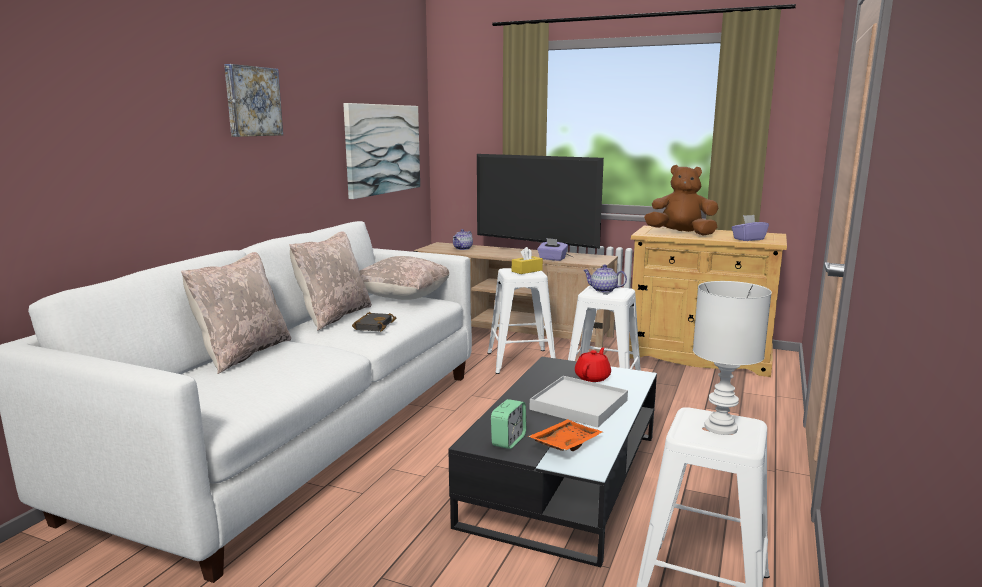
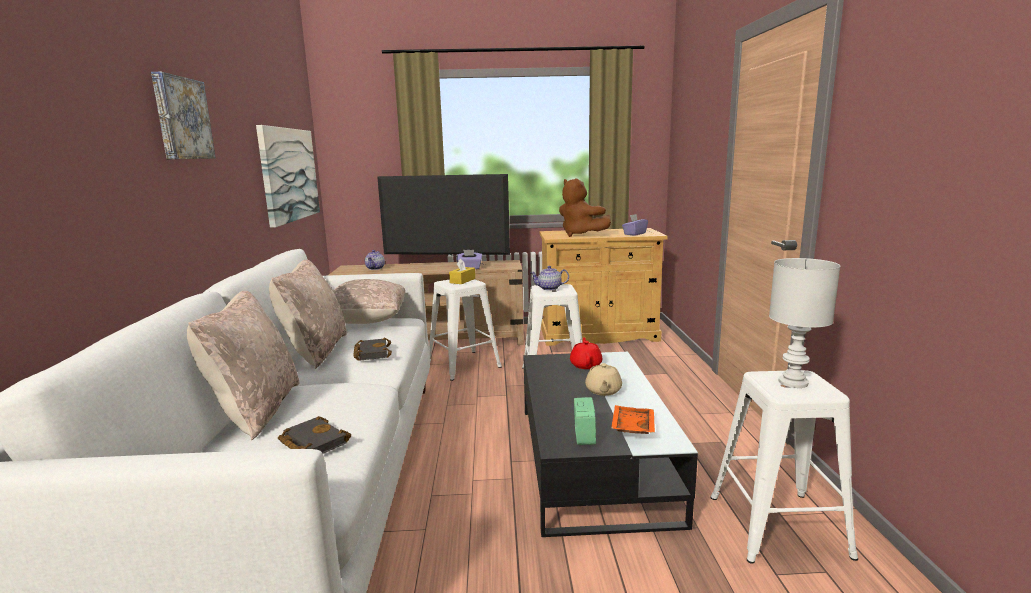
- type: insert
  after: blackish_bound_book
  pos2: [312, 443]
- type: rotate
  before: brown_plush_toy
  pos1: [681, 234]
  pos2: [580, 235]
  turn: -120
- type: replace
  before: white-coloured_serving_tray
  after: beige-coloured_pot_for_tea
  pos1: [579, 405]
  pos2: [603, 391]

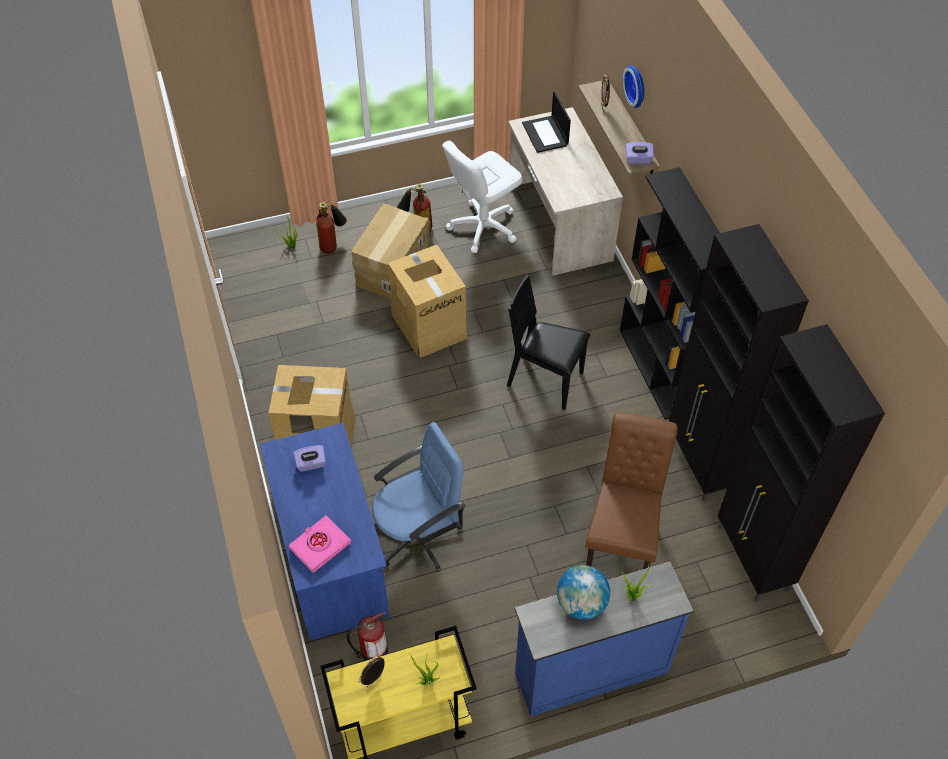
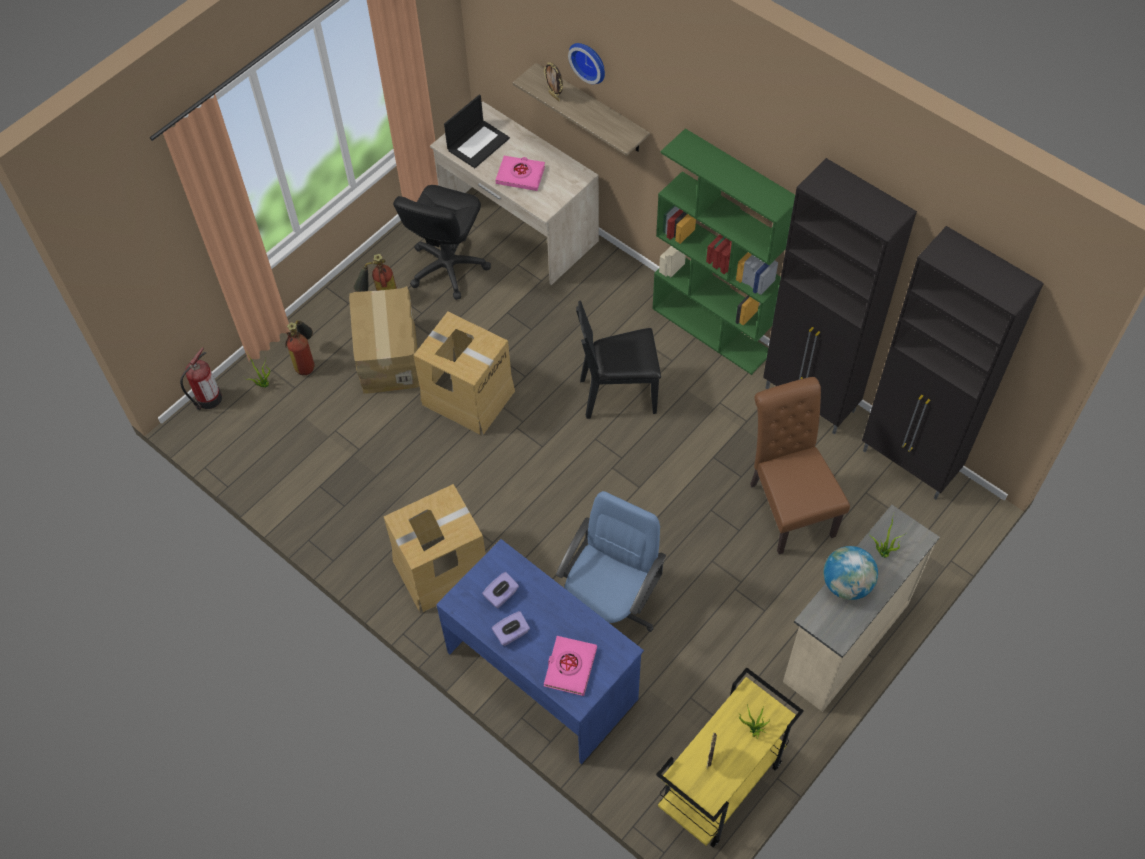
- type: move
  before: fire_extinguisher
  pos1: [372, 651]
  pos2: [208, 399]
- type: recolor
  before: white-coloured_desk_chair
  after: blackish_desk_chair
  pos1: [483, 227]
  pos2: [447, 267]
- type: rotate
  before: notebook_computer
  pos1: [545, 134]
  pos2: [478, 143]
  turn: -90
- type: move
  before: purple_tissue_box
  pos1: [638, 159]
  pos2: [511, 634]
- type: insert
  after: pink_bound_book
  pos2: [520, 175]
- type: recolor
  before: blackish_bookshelf
  after: green_bookshelf
  pos1: [657, 370]
  pos2: [712, 330]
- type: recolor
  before: bluish_dresser
  after: beige-coloured_dresser
  pos1: [589, 671]
  pos2: [843, 642]

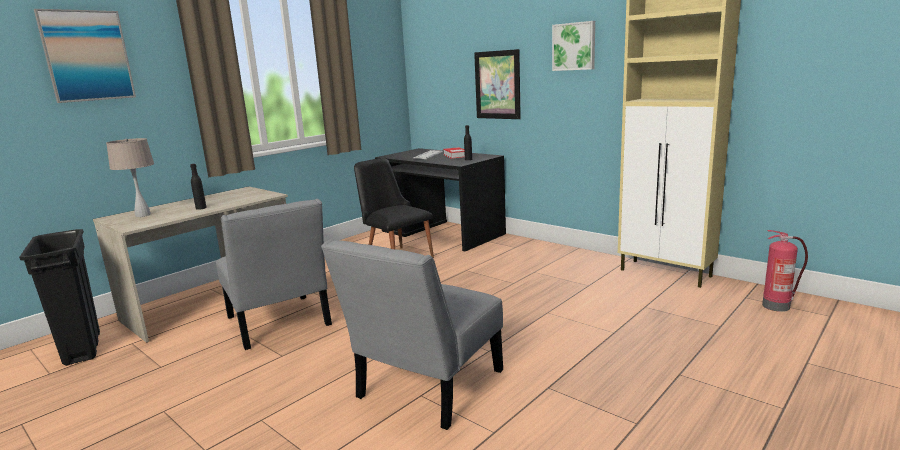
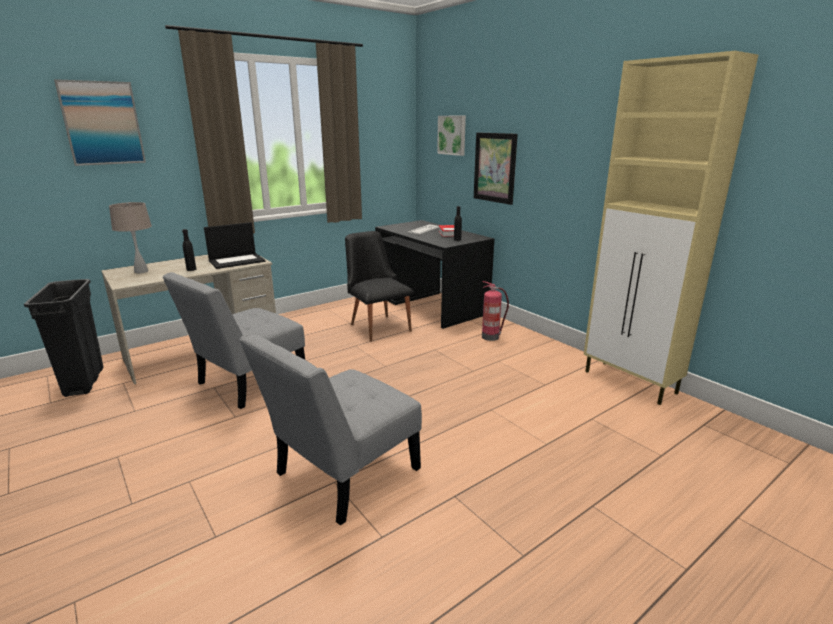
- type: rotate
  before: grey_chair
  pos1: [279, 324]
  pos2: [247, 383]
  turn: 60
- type: insert
  after: notebook_computer
  pos2: [237, 261]
- type: move
  before: wall_picture
  pos1: [574, 46]
  pos2: [452, 135]
- type: move
  before: fire_extinguisher
  pos1: [777, 306]
  pos2: [491, 337]

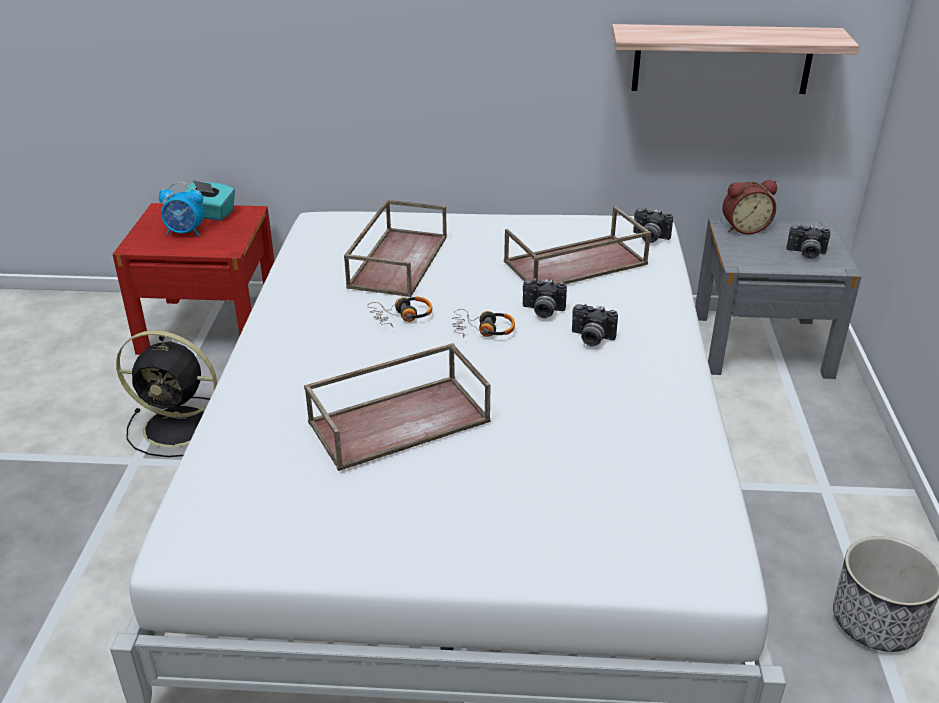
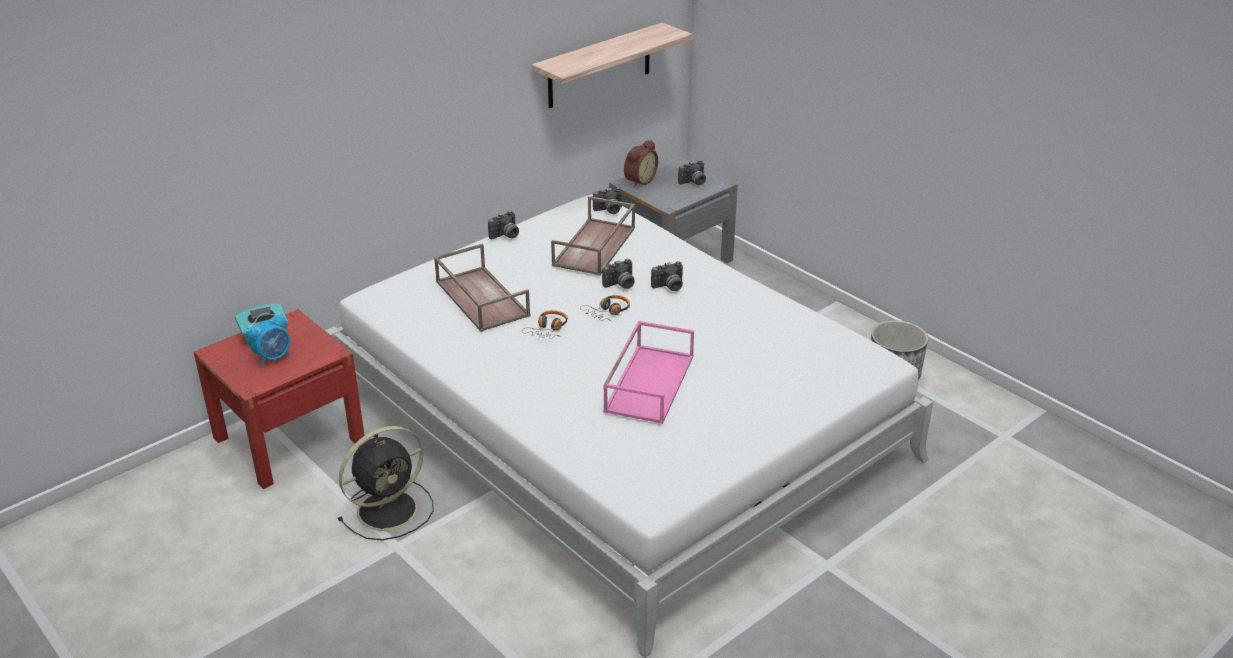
- type: insert
  after: still_camera
  pos2: [506, 236]
- type: recolor
  before: brown_serving_tray
  after: pink_serving_tray
  pos1: [400, 420]
  pos2: [648, 382]

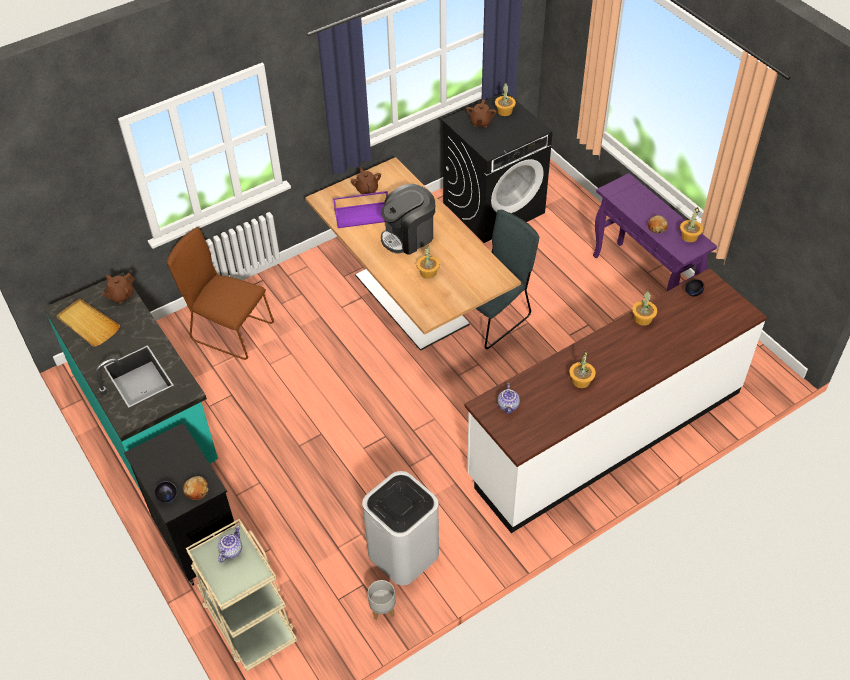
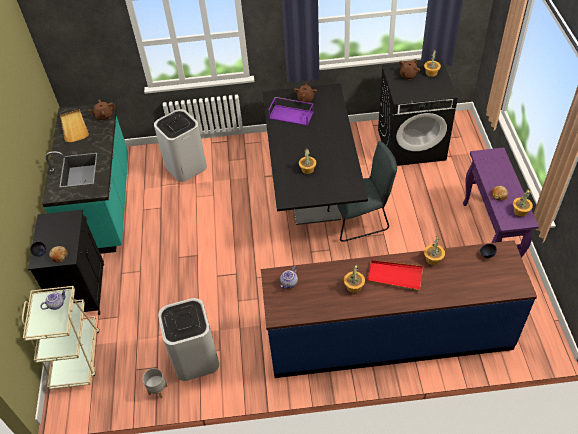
- type: replace
  before: brown_chair
  after: white-coloured_rubbish_bin
  pos1: [229, 331]
  pos2: [186, 166]
- type: recolor
  before: white-coloured_kitchen_base_unit
  after: bluish_kitchen_base_unit
  pos1: [605, 433]
  pos2: [388, 336]
- type: recolor
  before: beige-coloured_dinner_table
  after: blackish_dinner_table
  pos1: [411, 300]
  pos2: [312, 188]
- type: insert
  after: red-coloured_serving_tray
  pos2: [394, 276]
- type: delete
  before: coffee_machine
  pos1: [408, 236]

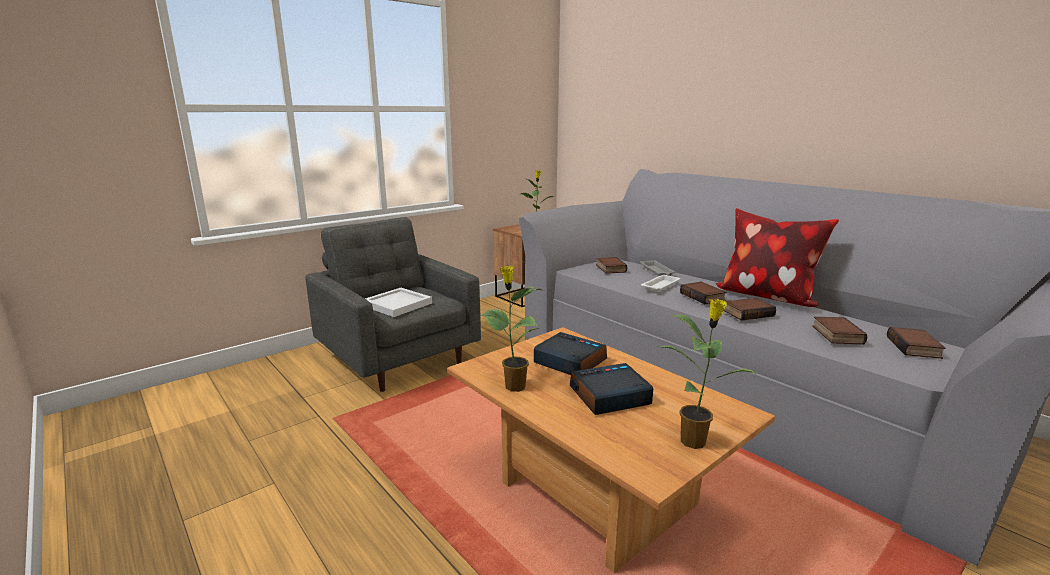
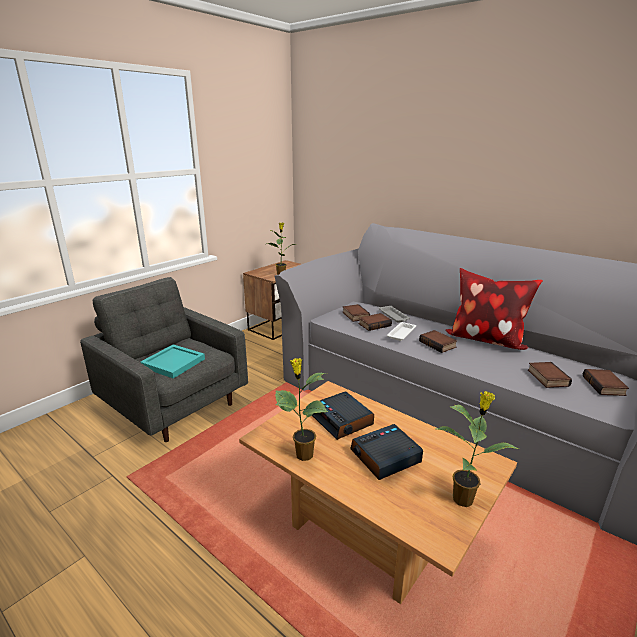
- type: recolor
  before: white-coloured_serving_tray
  after: turquoise_serving_tray
  pos1: [397, 305]
  pos2: [173, 363]
- type: rotate
  before: alarm_clock
  pos1: [569, 361]
  pos2: [343, 420]
  turn: -150
- type: move
  before: bound_book
  pos1: [748, 313]
  pos2: [374, 324]

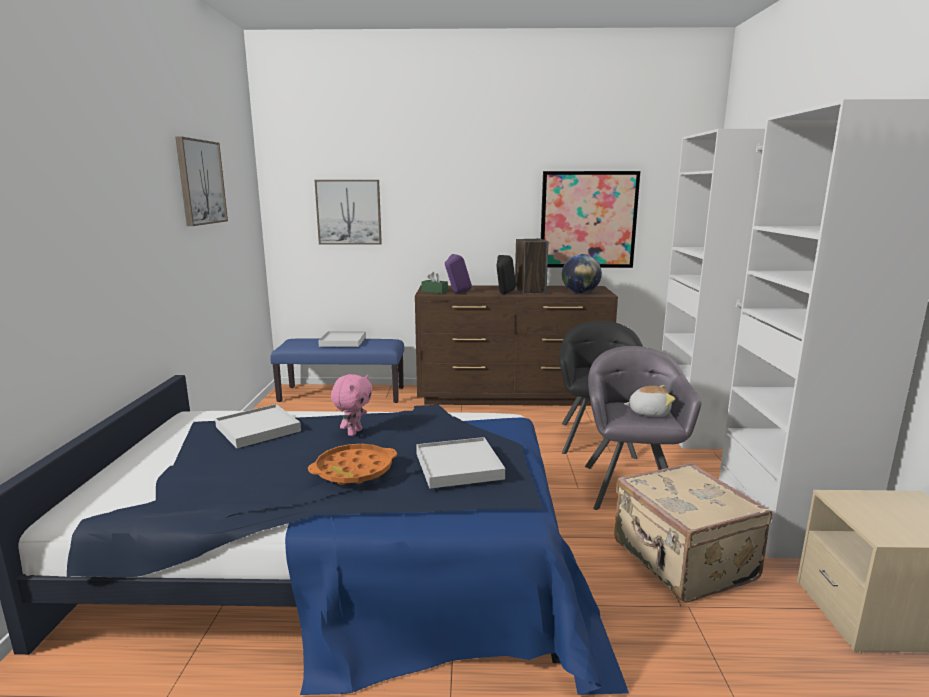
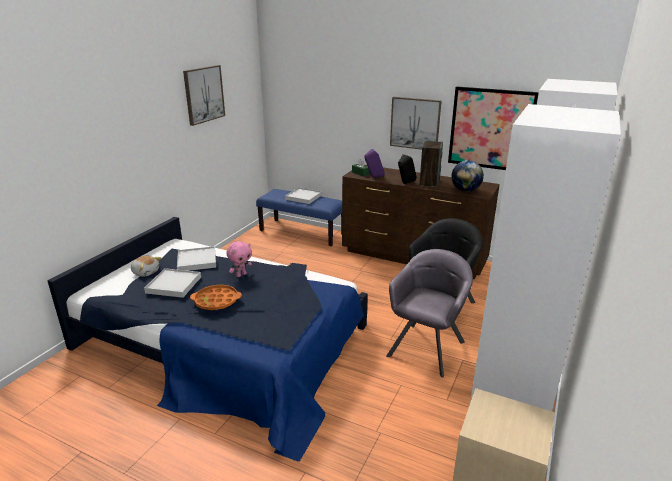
- type: move
  before: plush_toy
  pos1: [648, 412]
  pos2: [146, 272]
- type: move
  before: white-coloured_serving_tray
  pos1: [458, 466]
  pos2: [173, 285]
- type: move
  before: wall_picture
  pos1: [349, 212]
  pos2: [415, 123]
- type: delete
  before: beige-coloured_suitcase
  pos1: [682, 561]

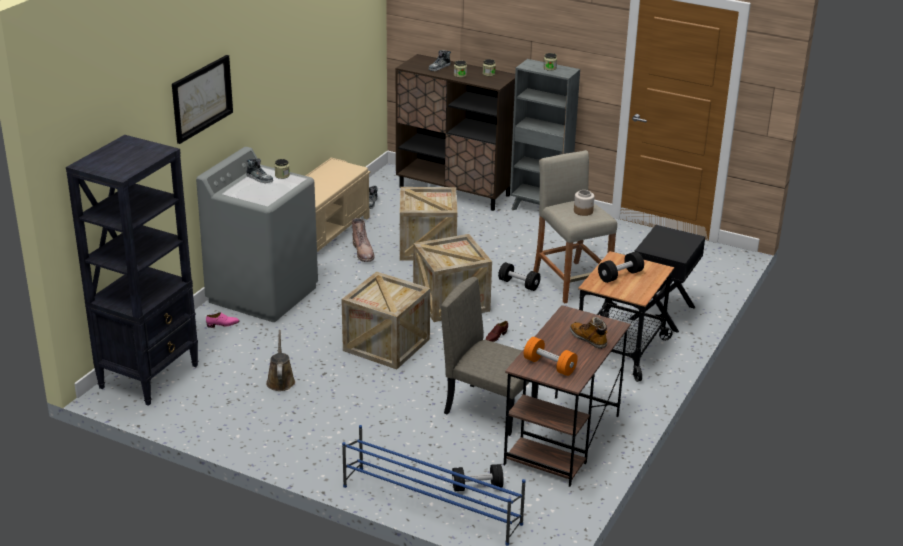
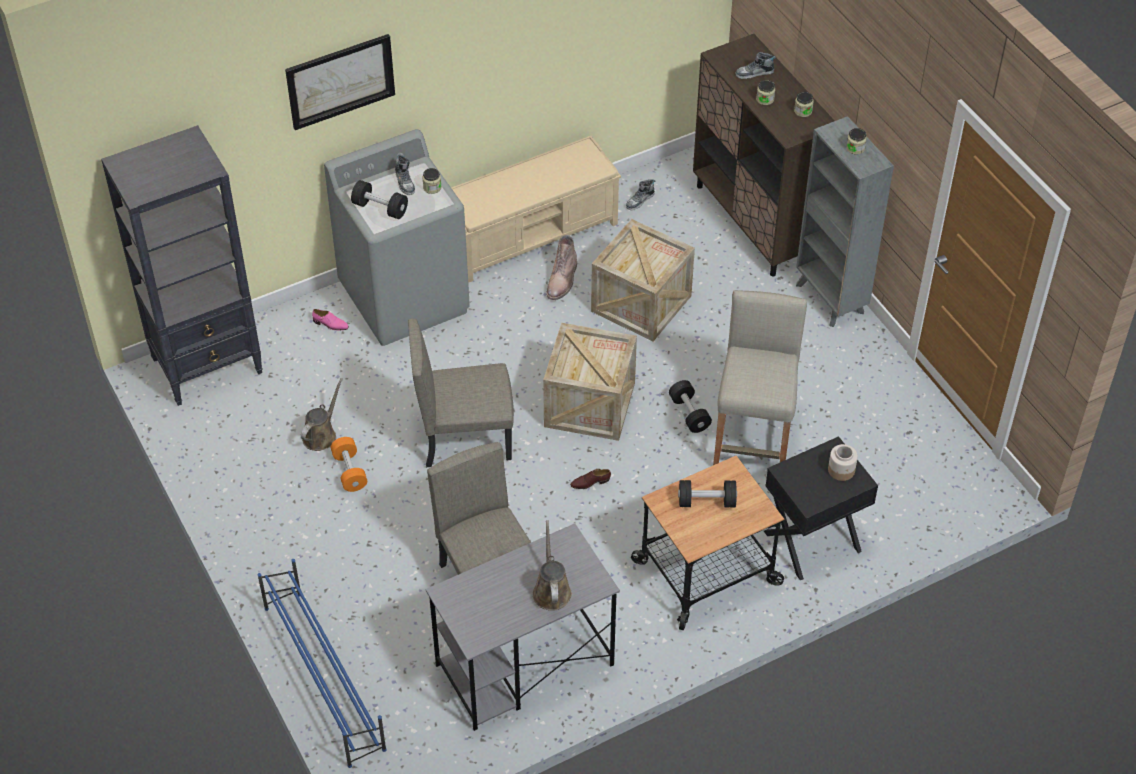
- type: move
  before: orange-coloured_dumbbell
  pos1: [549, 366]
  pos2: [349, 471]
- type: move
  before: blackish_dumbbell
  pos1: [477, 486]
  pos2: [380, 208]
- type: replace
  before: packing_crate
  after: beige-coloured_chair
  pos1: [386, 345]
  pos2: [466, 436]
- type: recolor
  before: brown_desk_unit
  after: grey_desk_unit
  pos1: [562, 440]
  pos2: [523, 666]
- type: replace
  before: high-top_boot
  after: brown_watering_can
  pos1: [588, 339]
  pos2: [551, 590]
- type: move
  before: jar
  pos1: [583, 211]
  pos2: [841, 470]

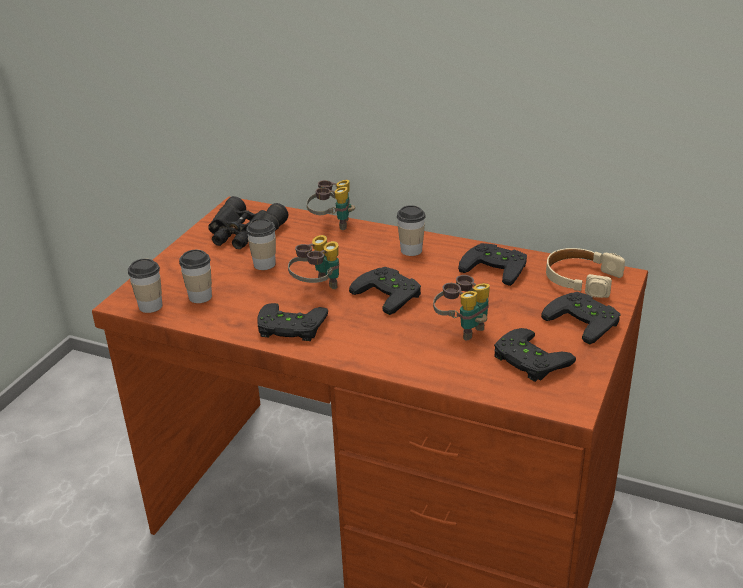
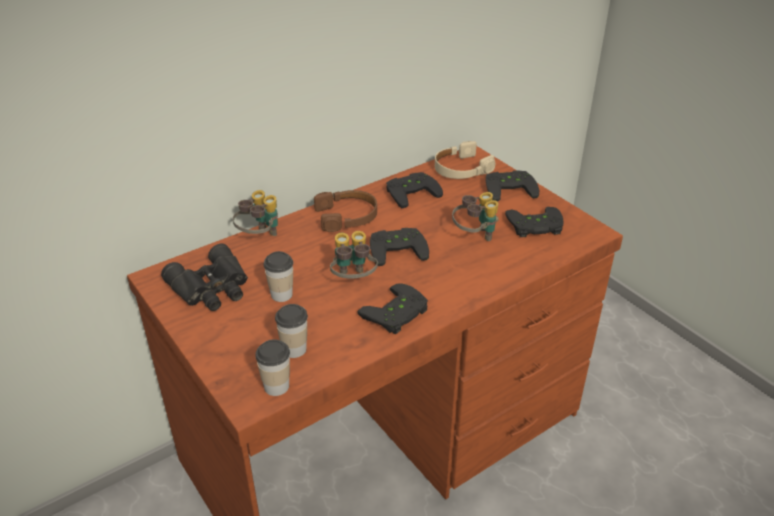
- type: replace
  before: drinking_cup
  after: brown_pair_of_headphones
  pos1: [411, 250]
  pos2: [347, 216]

